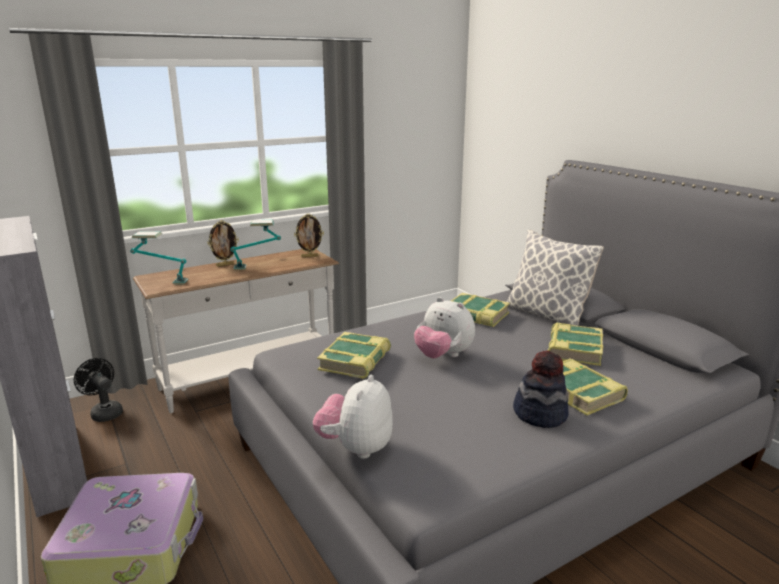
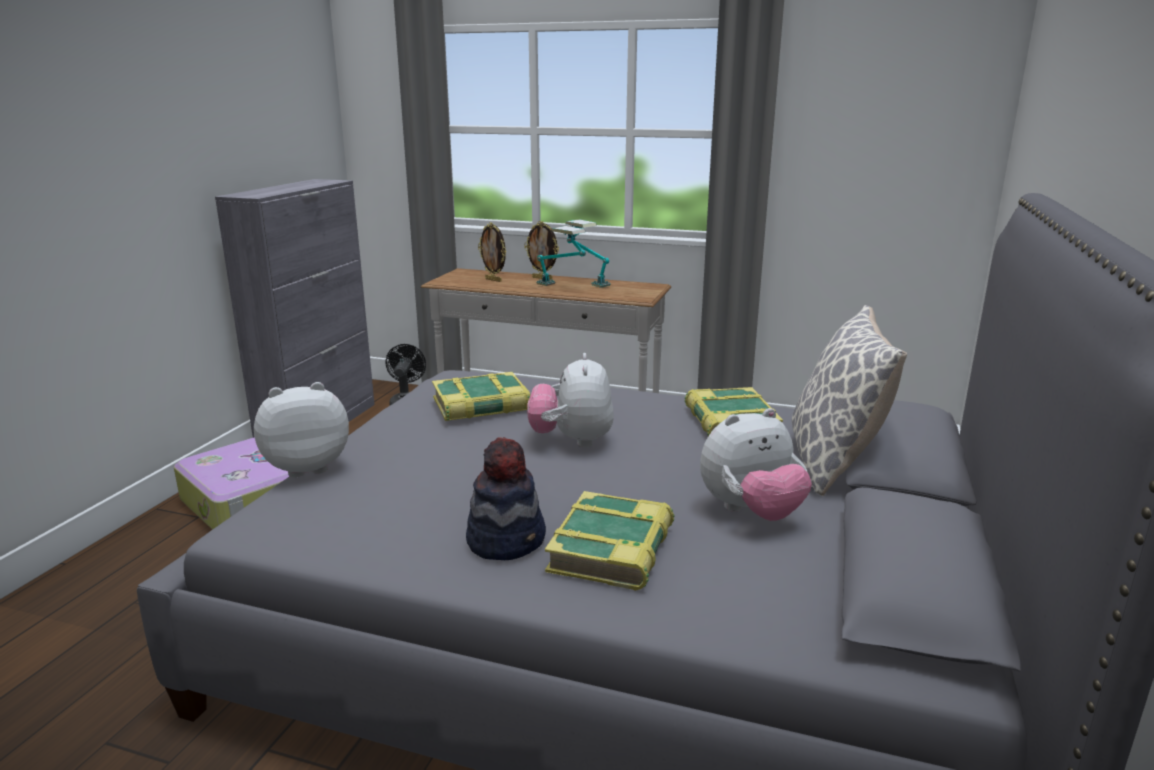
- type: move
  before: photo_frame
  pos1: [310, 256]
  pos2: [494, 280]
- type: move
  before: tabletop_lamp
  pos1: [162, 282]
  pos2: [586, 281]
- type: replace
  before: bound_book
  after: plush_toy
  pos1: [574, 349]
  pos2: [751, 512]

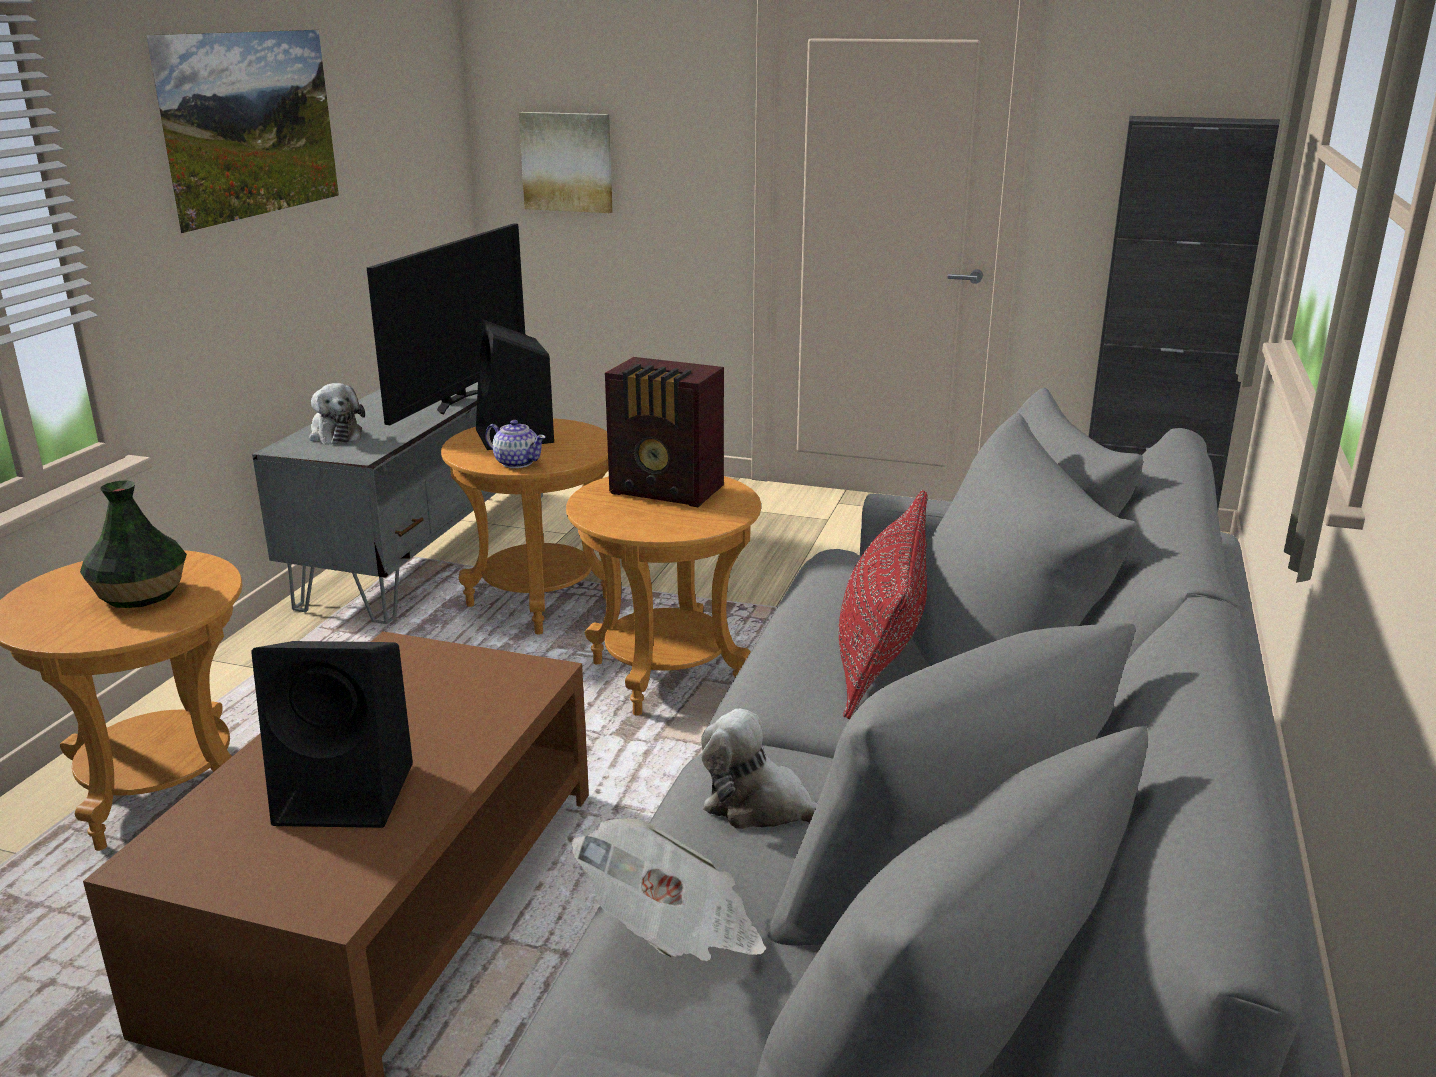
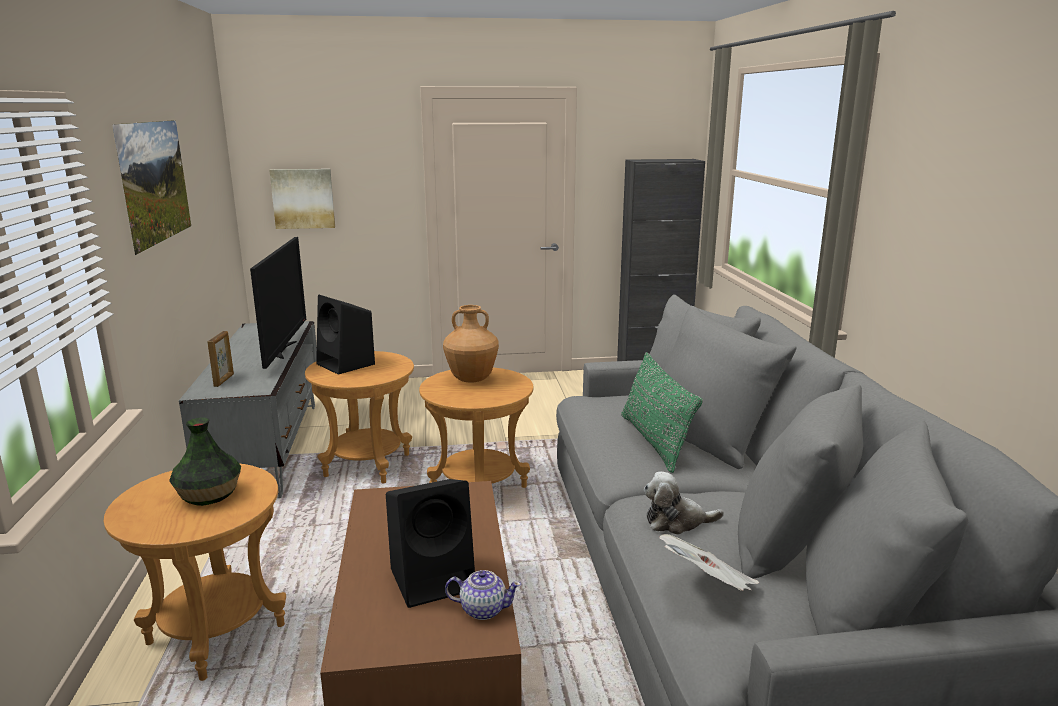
- type: replace
  before: plush_toy
  after: photo_frame
  pos1: [335, 434]
  pos2: [224, 380]
- type: replace
  before: radio_receiver
  after: brown_vase
  pos1: [668, 491]
  pos2: [472, 379]
- type: move
  before: pot_for_tea
  pos1: [517, 462]
  pos2: [483, 609]
- type: recolor
  before: red-coloured_throw_pillow
  after: green_throw_pillow
  pos1: [880, 656]
  pos2: [654, 441]

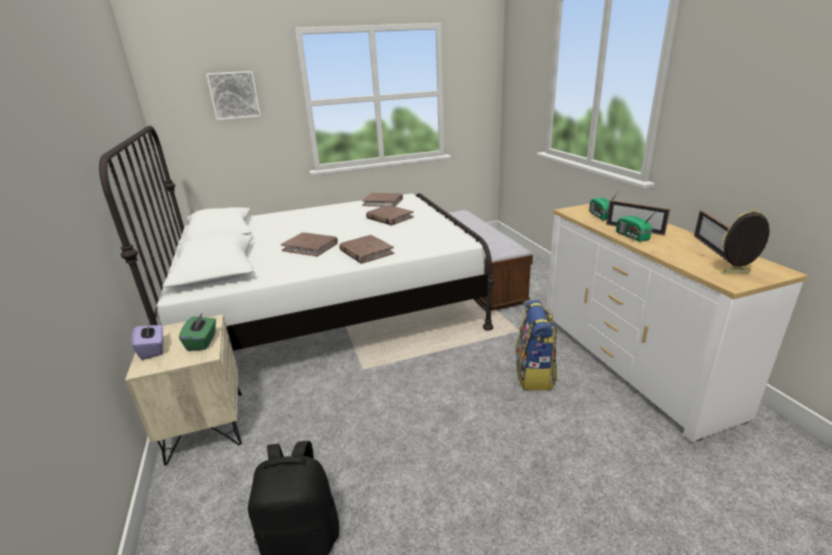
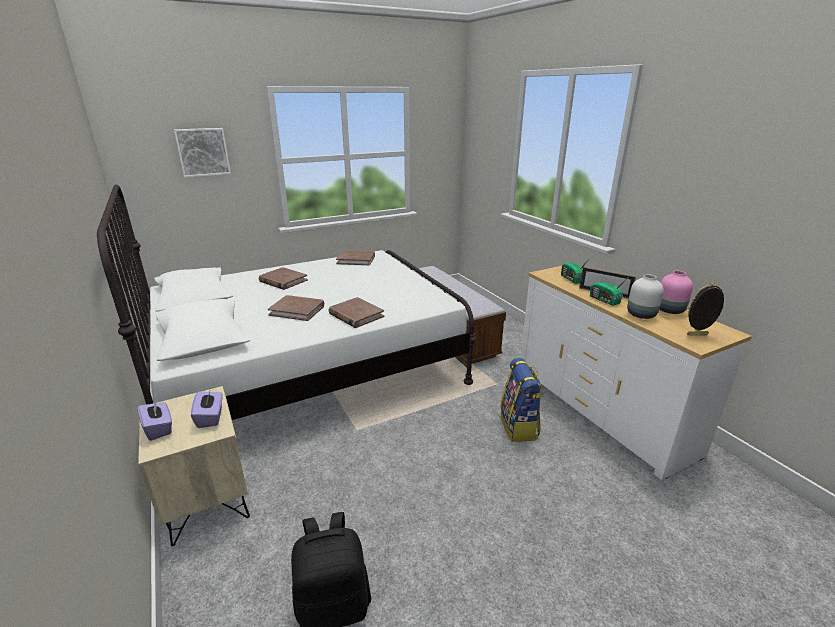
- type: recolor
  before: green_tissue_box
  after: purple_tissue_box
  pos1: [202, 342]
  pos2: [210, 417]
- type: move
  before: brown_bound_book
  pos1: [389, 217]
  pos2: [283, 281]
- type: insert
  after: white-coloured_vase
  pos2: [640, 314]
- type: replace
  before: photo_frame
  after: pink_vase
  pos1: [710, 247]
  pos2: [670, 310]

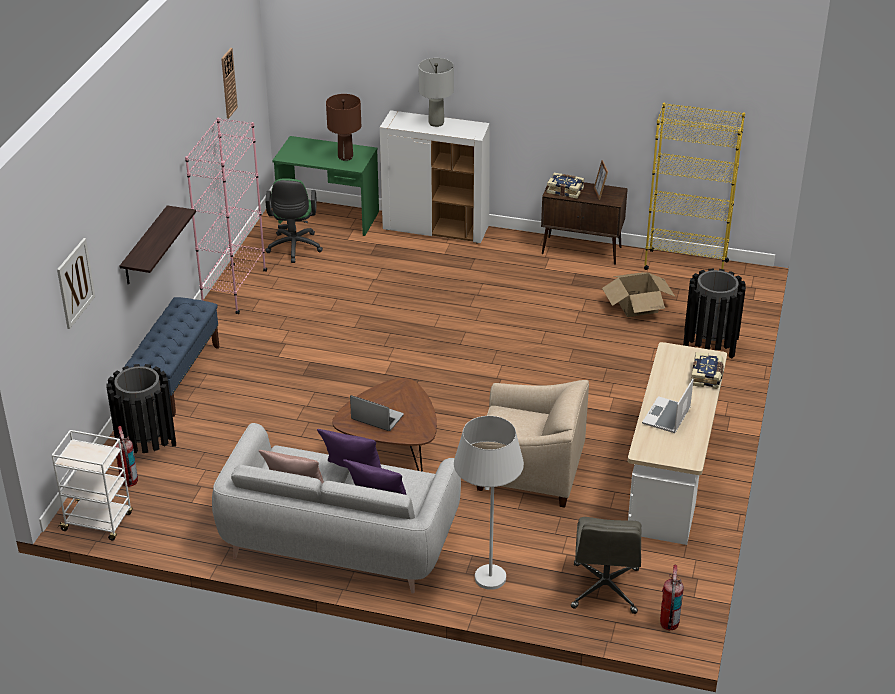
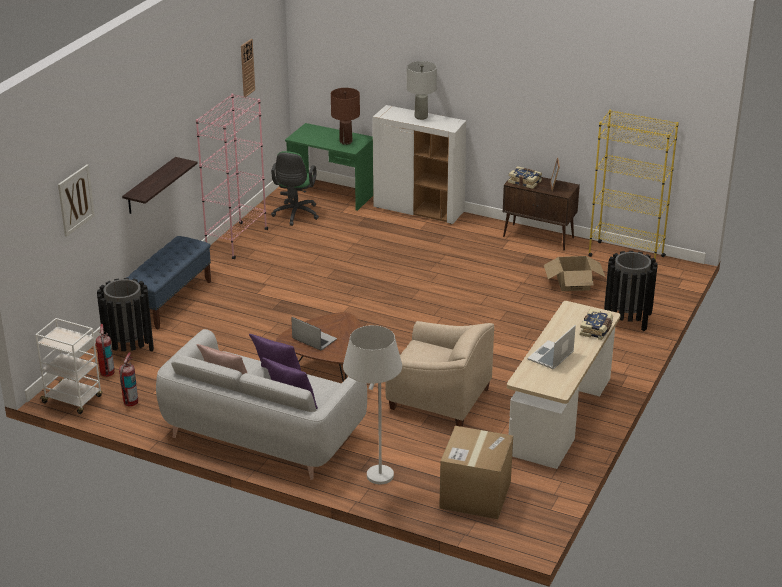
- type: move
  before: fire_extinguisher
  pos1: [668, 624]
  pos2: [130, 402]
- type: replace
  before: grey_desk_chair
  after: carton
  pos1: [605, 589]
  pos2: [475, 495]

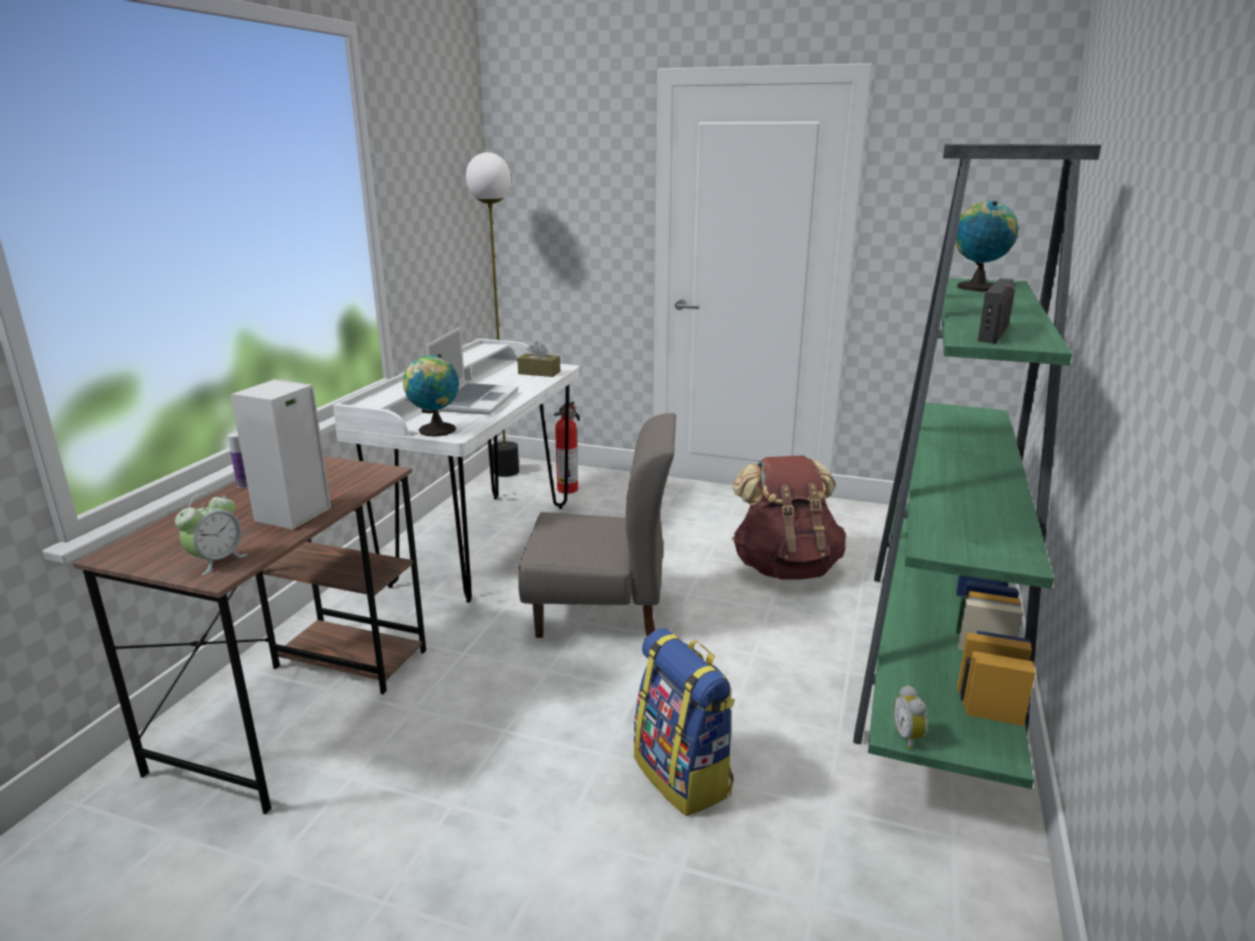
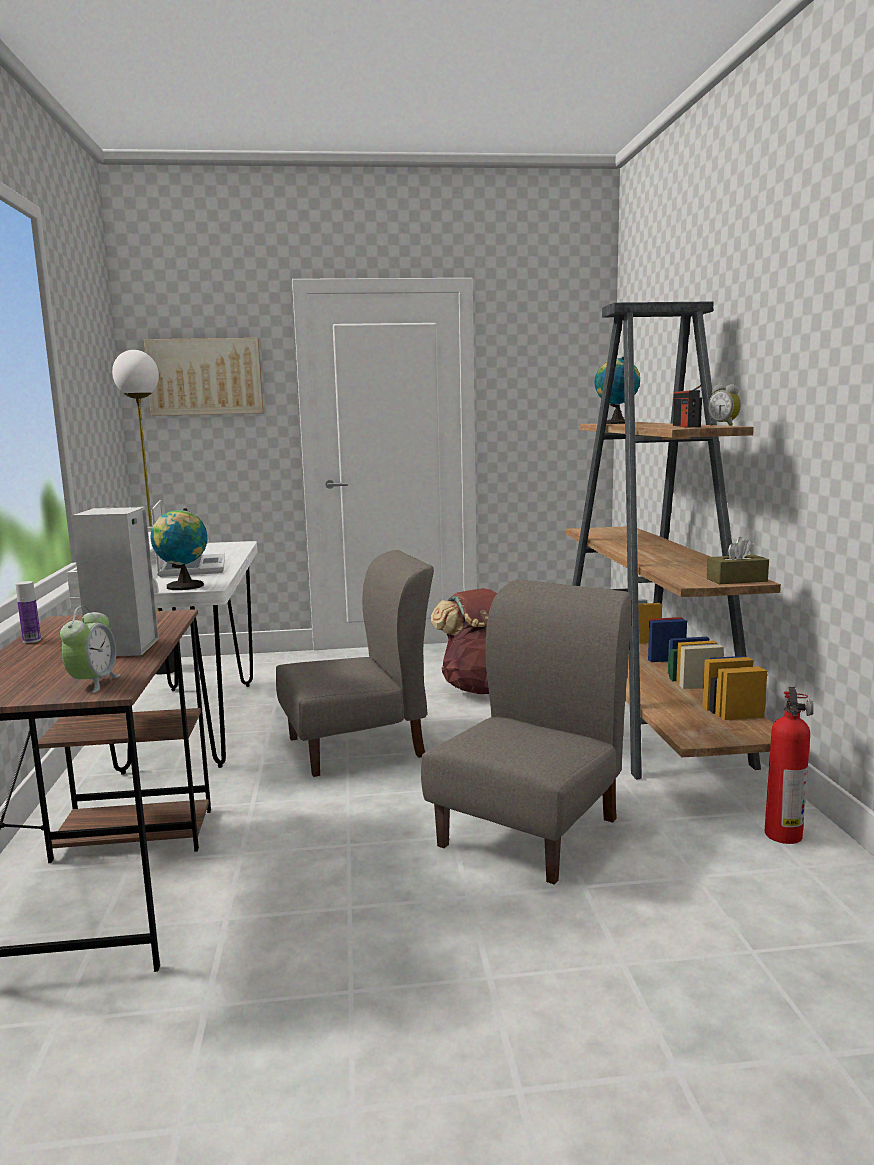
- type: insert
  after: wall_picture
  pos2: [205, 377]
- type: replace
  before: backpack
  after: grey_chair
  pos1: [684, 775]
  pos2: [531, 831]
- type: recolor
  before: green_bookshelf
  after: brown_bookshelf
  pos1: [936, 662]
  pos2: [647, 721]
- type: move
  before: brown_tissue_box
  pos1: [539, 373]
  pos2: [736, 580]
- type: move
  before: alarm_clock
  pos1: [909, 737]
  pos2: [724, 425]
- type: move
  before: fire_extinguisher
  pos1: [568, 489]
  pos2: [783, 833]

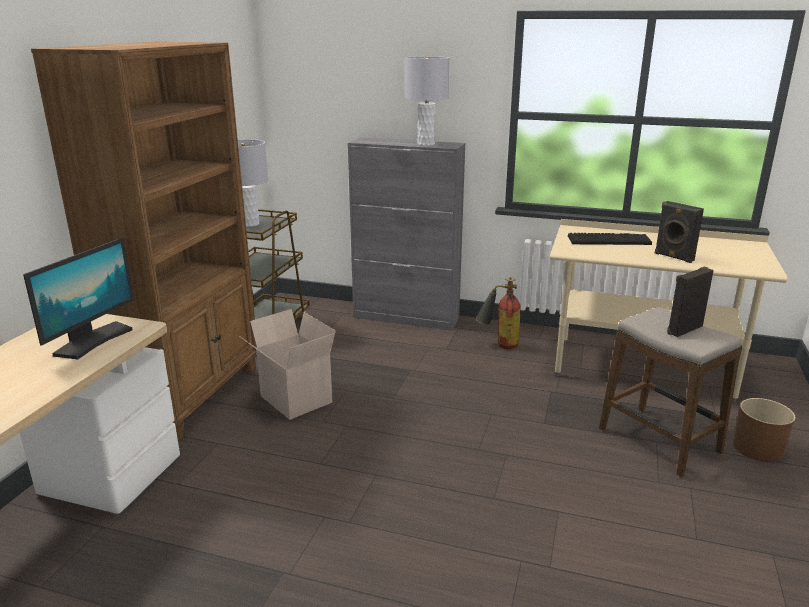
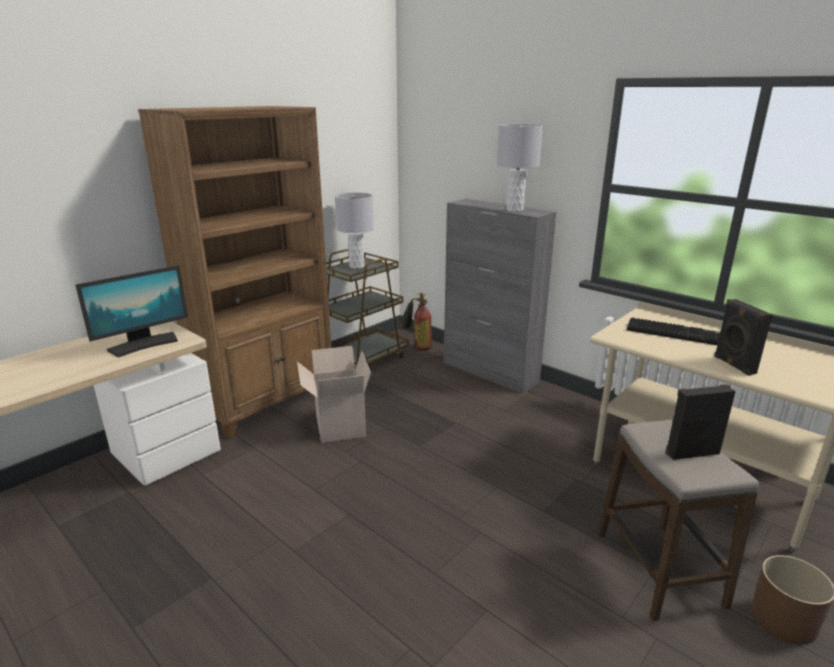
- type: move
  before: fire_extinguisher
  pos1: [499, 345]
  pos2: [417, 347]

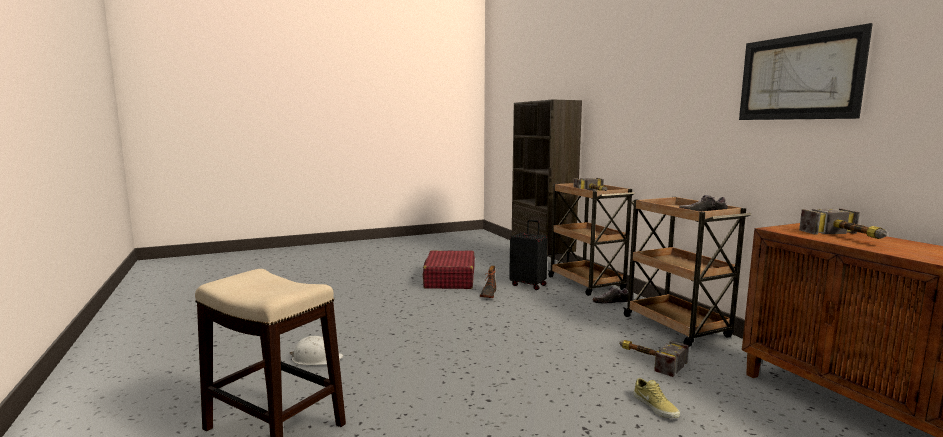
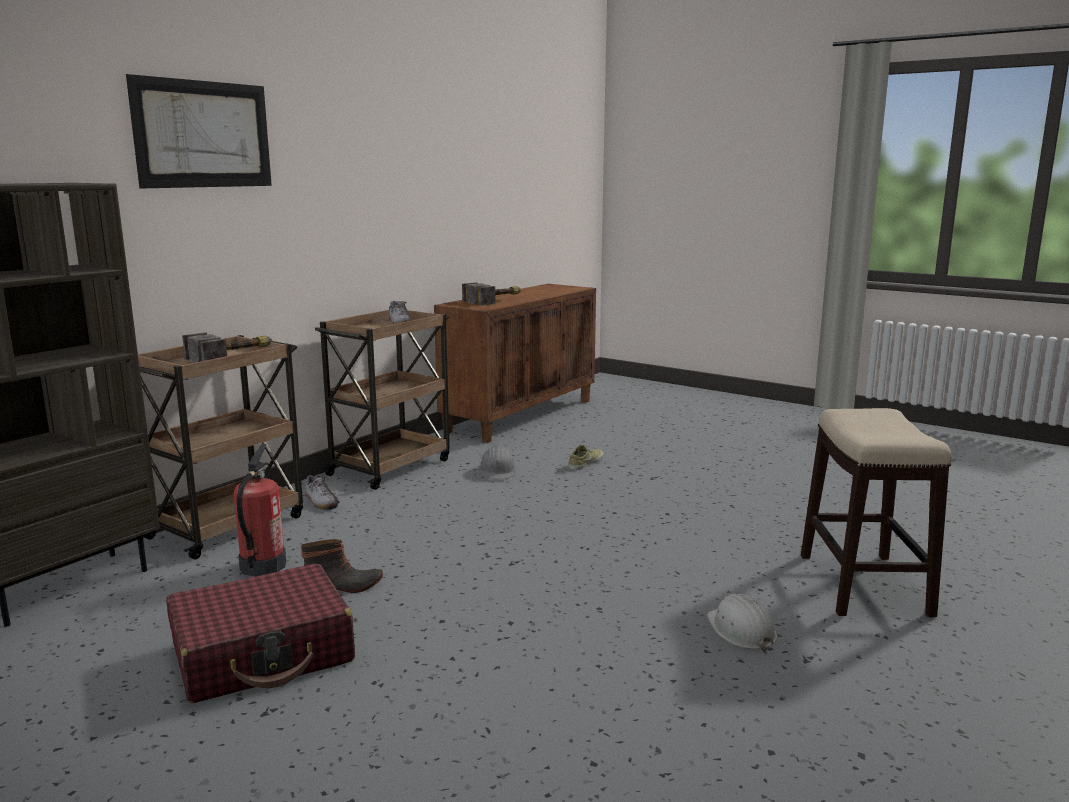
- type: move
  before: wall_picture
  pos1: [798, 77]
  pos2: [203, 134]
- type: replace
  before: blackish_suitcase
  after: fire_extinguisher
  pos1: [528, 285]
  pos2: [262, 566]
- type: replace
  before: tool_hammer
  after: grey_work_helmet
  pos1: [648, 360]
  pos2: [497, 471]

